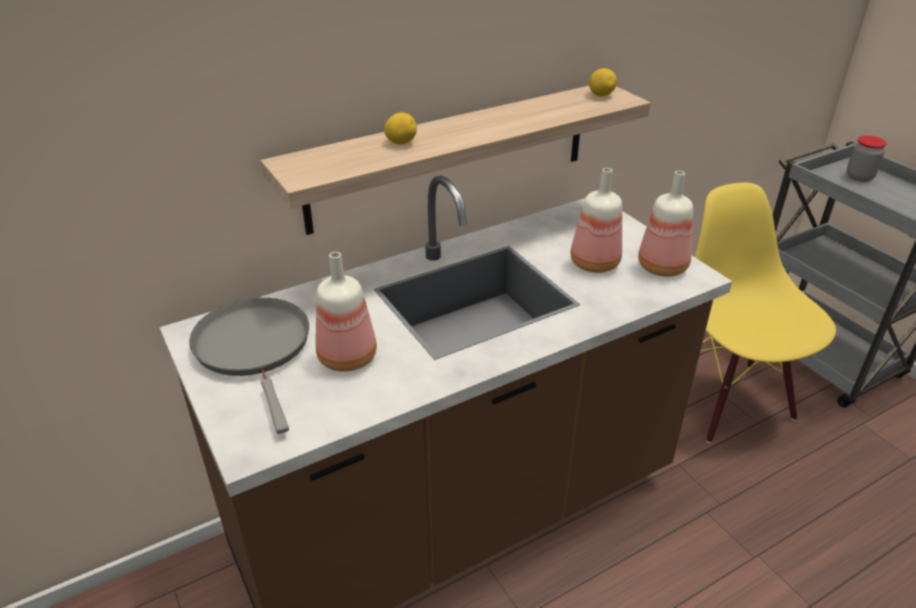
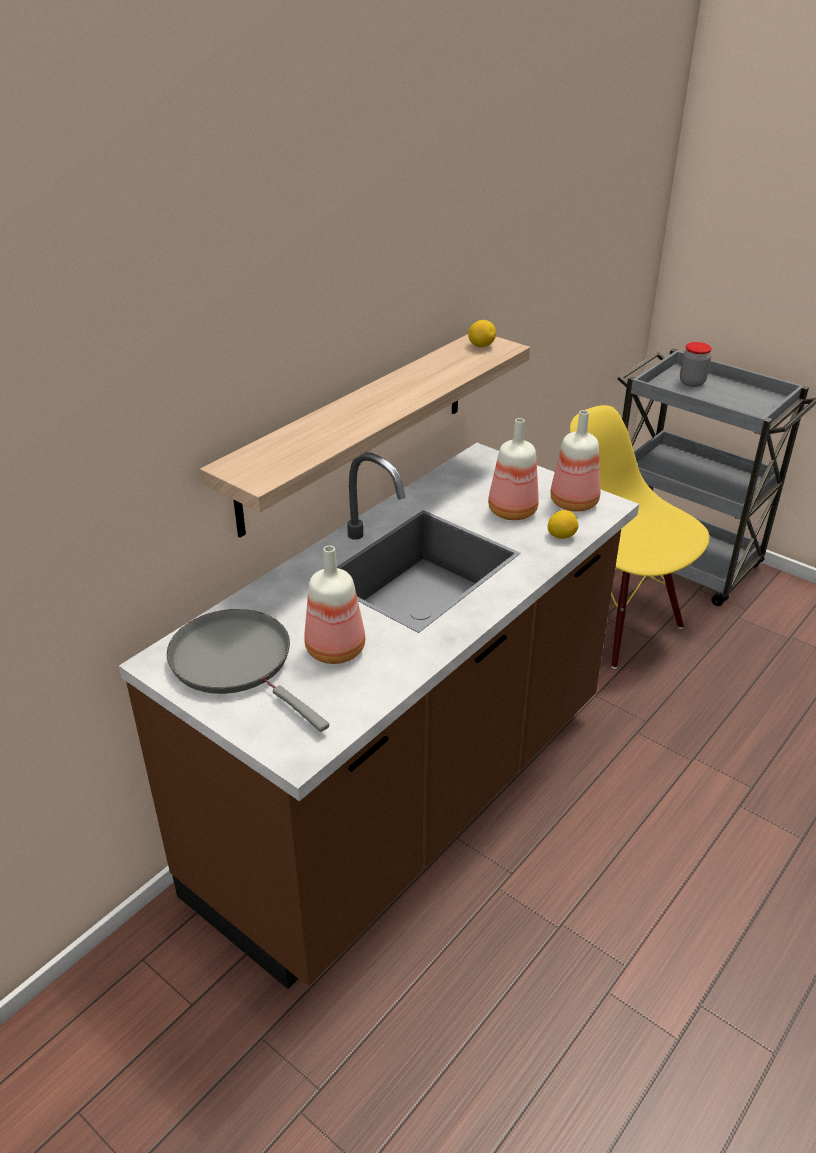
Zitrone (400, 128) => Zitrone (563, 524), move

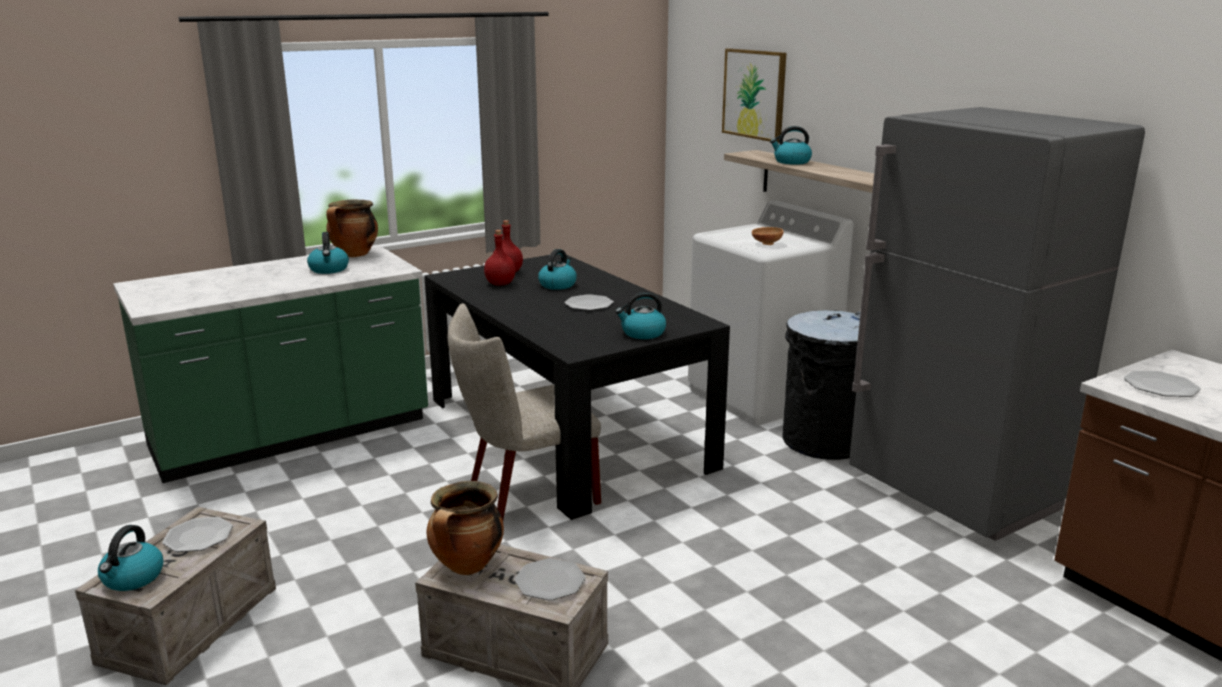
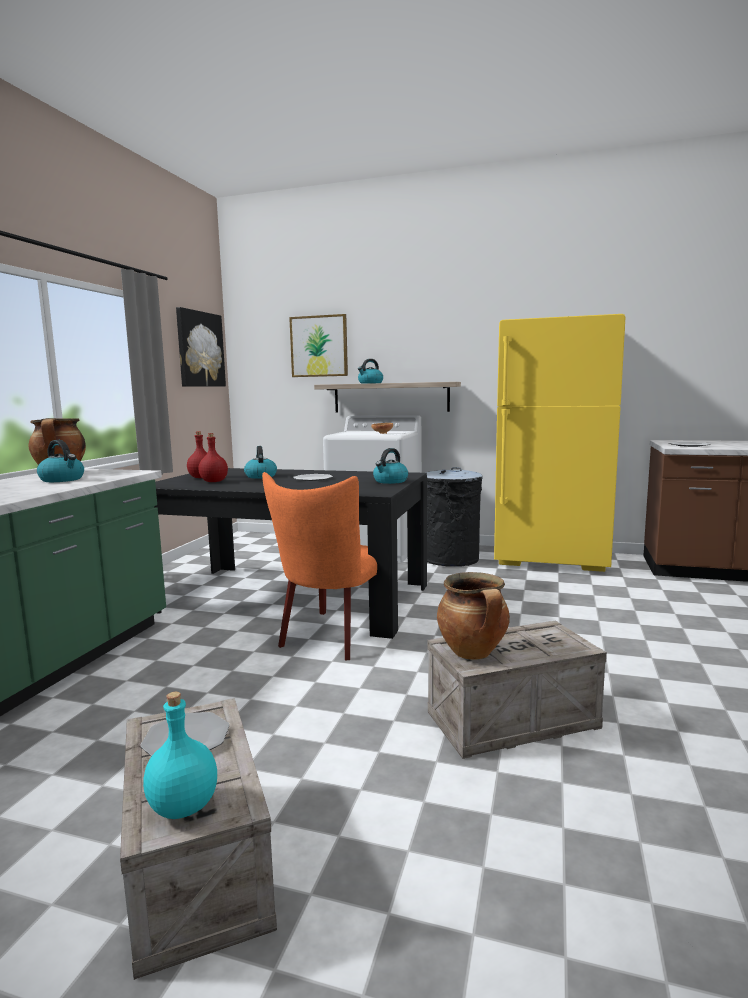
Teller (550, 579) => nothing
nothing => Bild (201, 347)
Wasserkessel (131, 558) => Flasche/türkis (180, 755)
Stuhl/beige (524, 411) => Stuhl/orange (319, 566)
Kühlschrank/grau (997, 324) => Kühlschrank/gelb (559, 443)

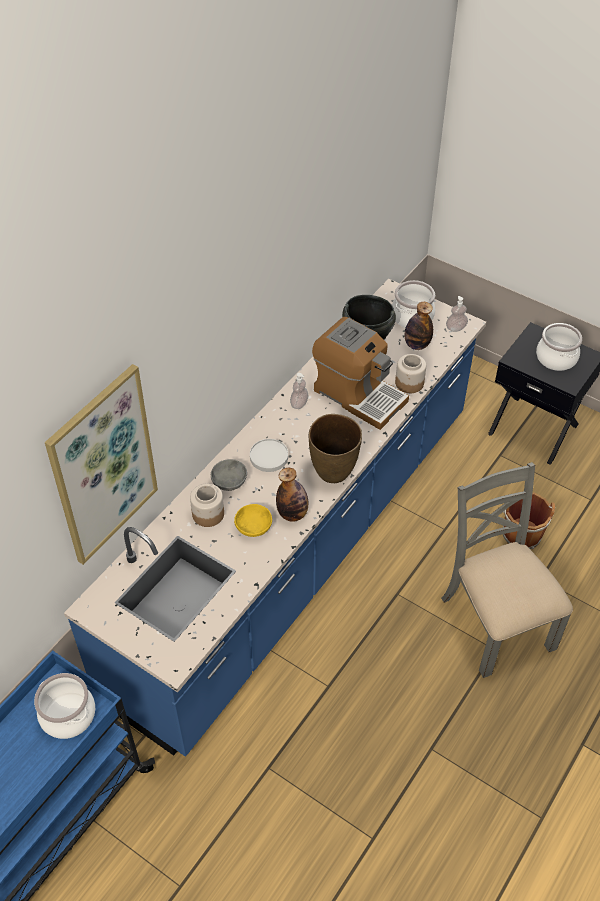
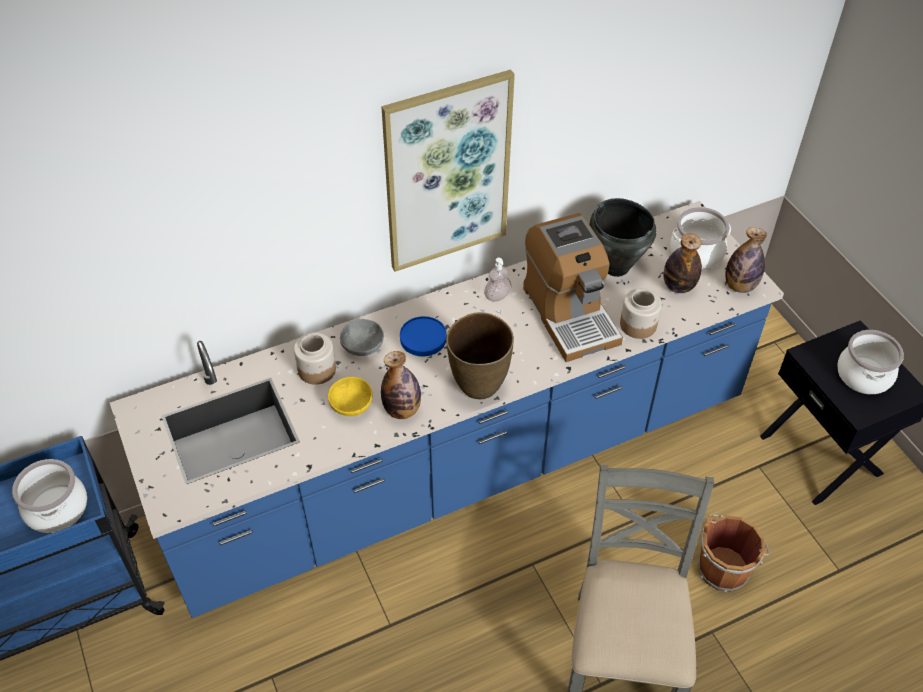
Bild (101, 464) => Bild (448, 171), move
Seifenspender (457, 314) => Flasche (746, 260)
Teller/weiß (269, 455) => Teller/blau (423, 336)

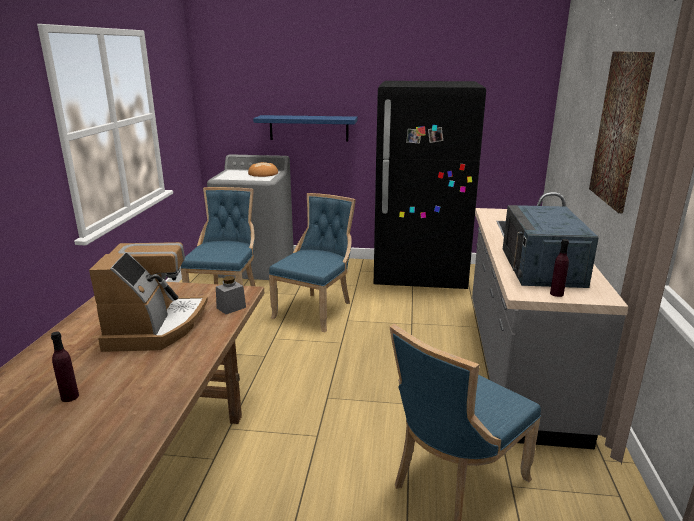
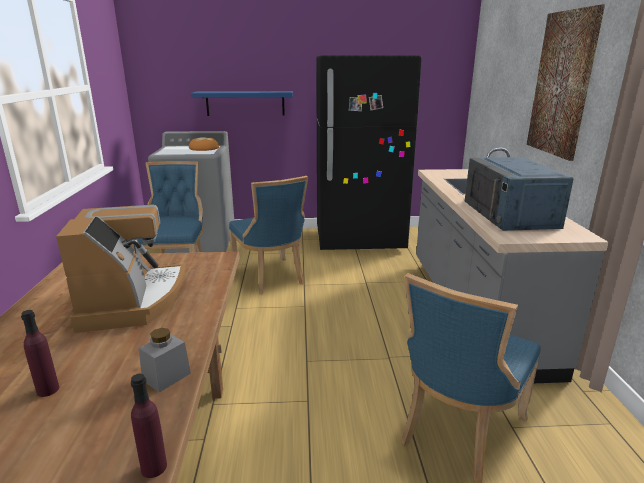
Vorratsglas/grau (231, 295) => Vorratsglas/grau (165, 360), move
Flasche/lila (559, 268) => Flasche/lila (149, 426), move
Stuhl/blau (312, 262) => Stuhl/blau (268, 235), 135 degrees clockwise

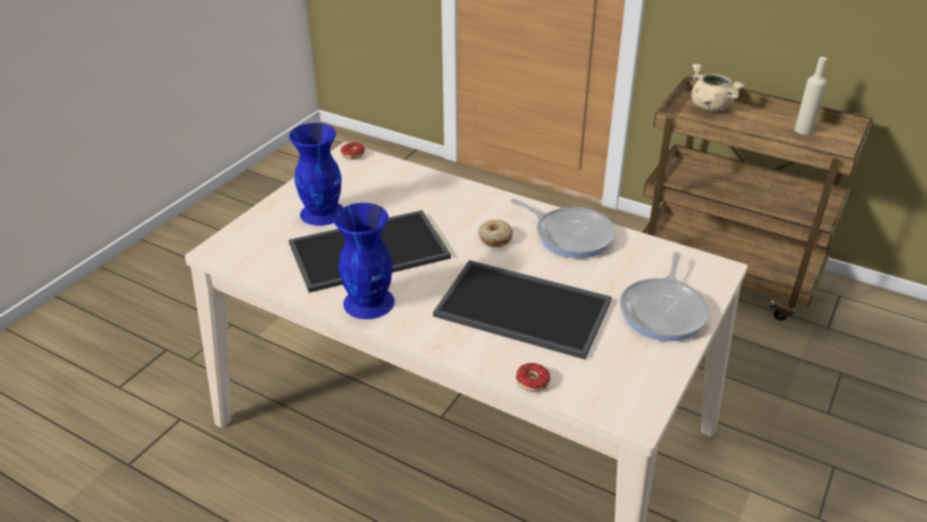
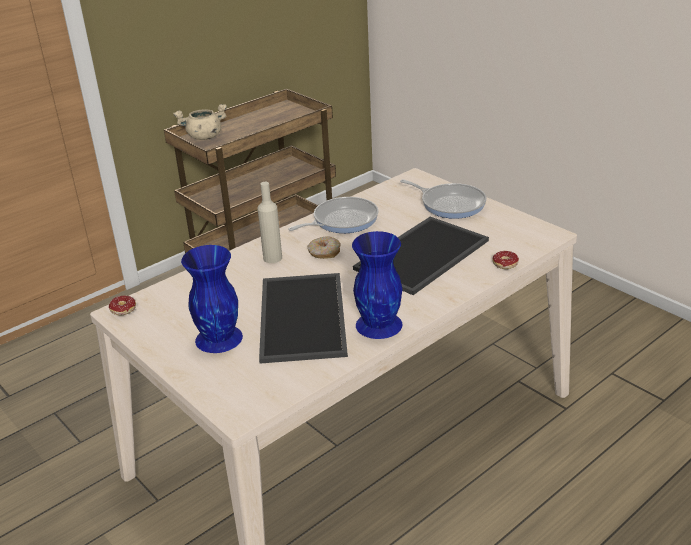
Flasche/beige (811, 96) => Flasche/beige (270, 222), move

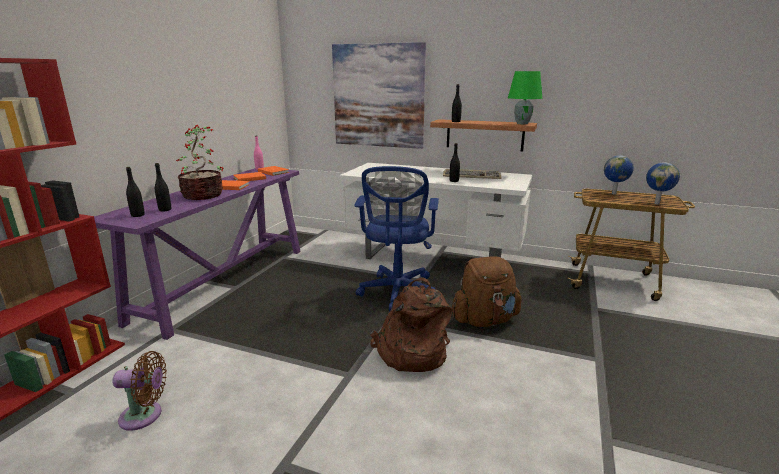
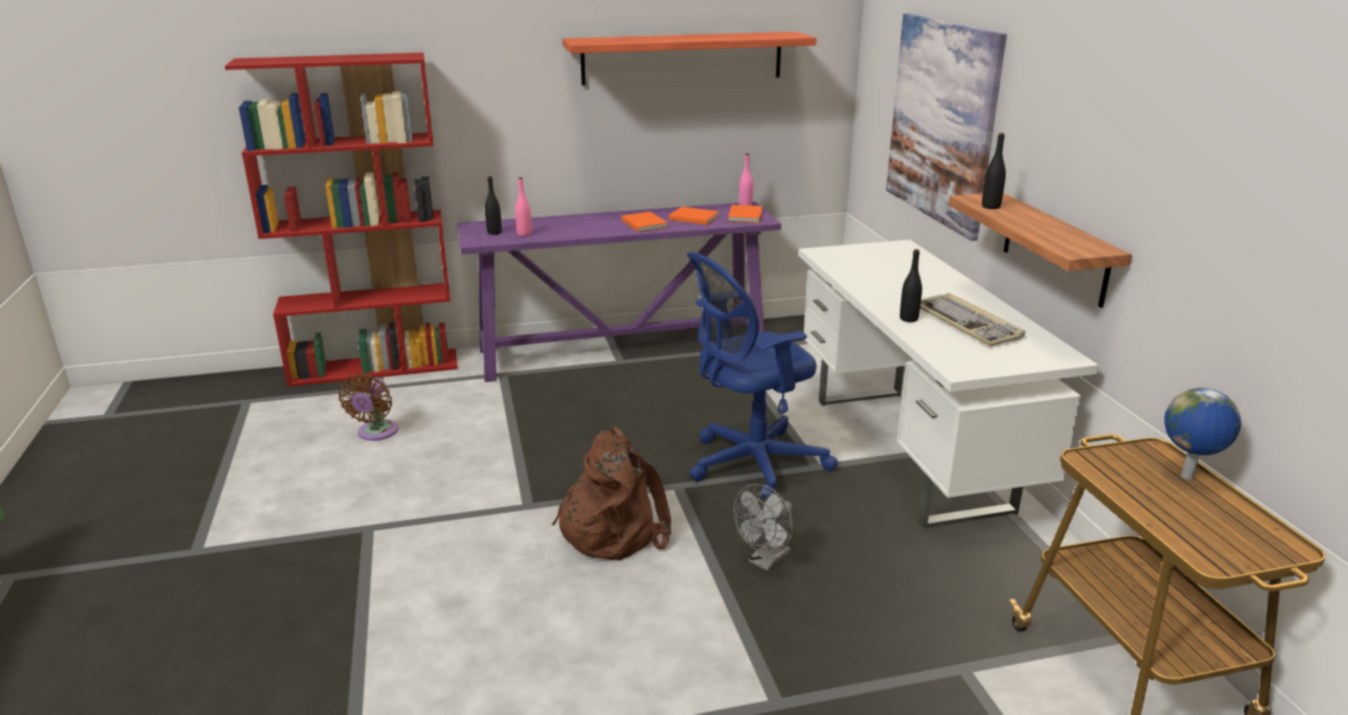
Topfpflanze (199, 162) => nothing
Tischlampe/grün (525, 97) => nothing
Globus (663, 183) => nothing
nothing => Wandregal (689, 59)
Rucksack/braun (486, 291) => Ventilator/grau (763, 527)
Flasche/schwarz (163, 187) => Flasche/rosa (523, 206)
Ventilator/braun (139, 391) => Ventilator/braun (368, 407), 45 degrees clockwise

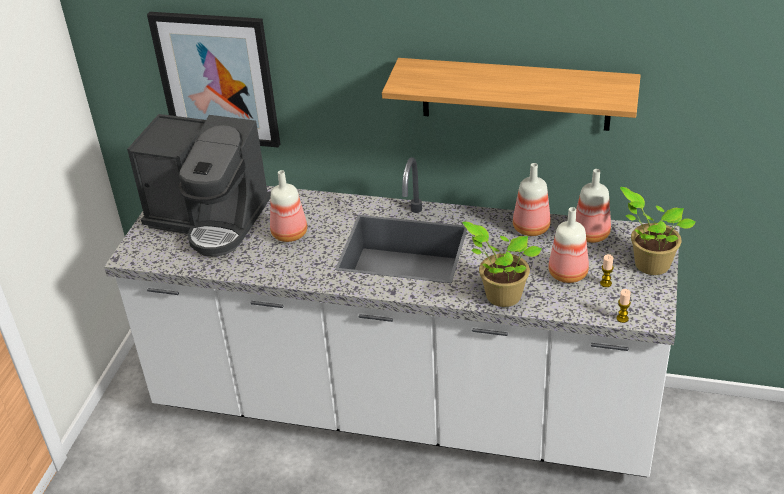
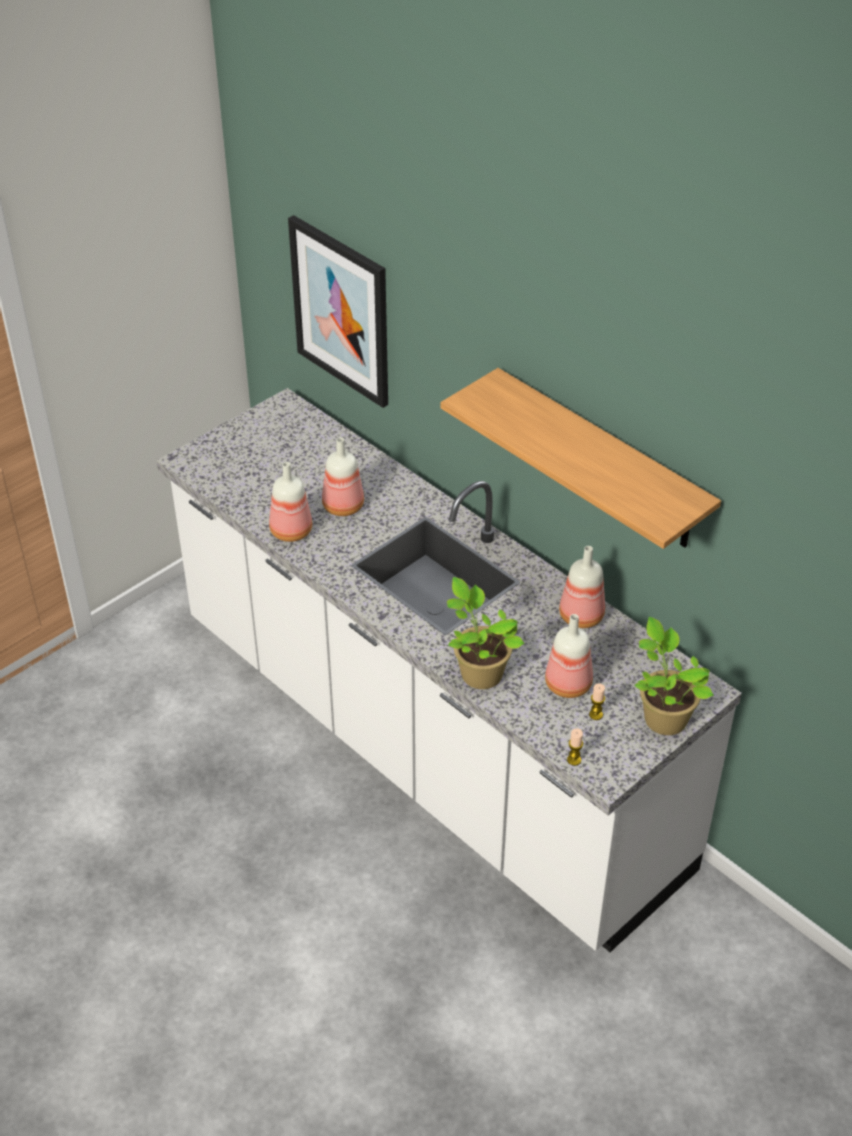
Kaffeemaschine (199, 185) => nothing
Flasche (593, 206) => Flasche (290, 502), move

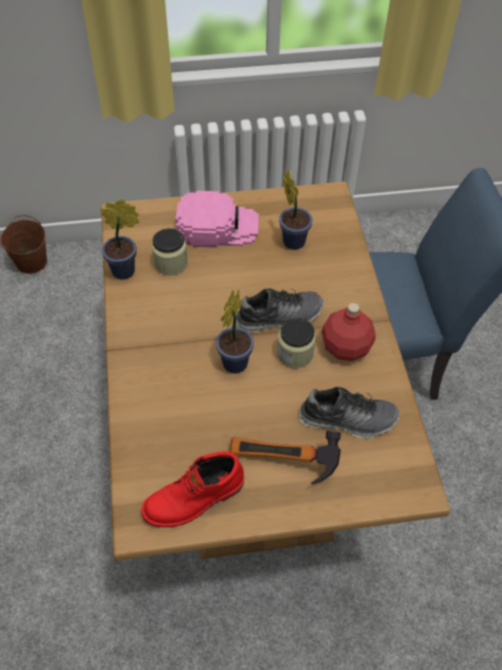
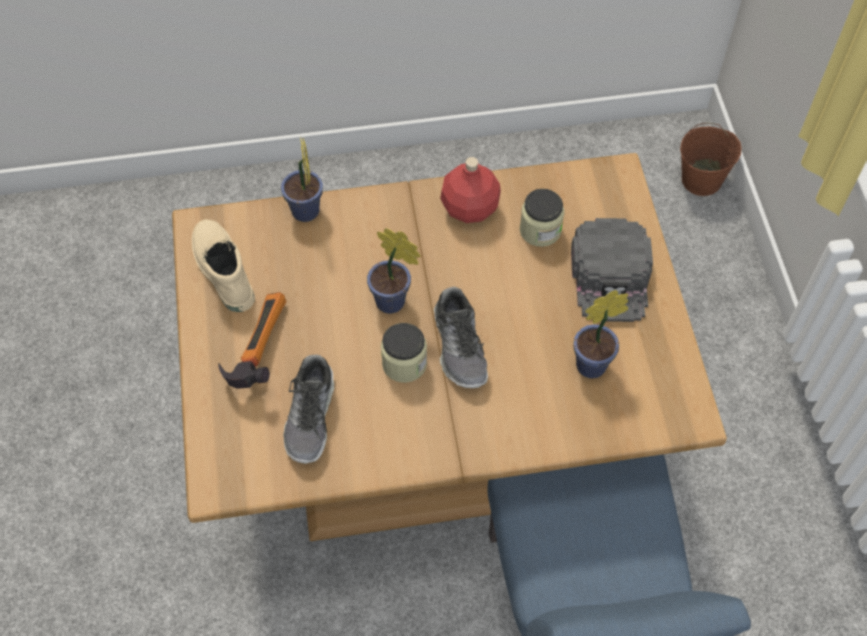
Topfpflanze (120, 239) => Topfpflanze (302, 179), move
Flasche/rot (348, 332) => Flasche/rot (470, 190), move
Stiefel/rot (192, 489) => Stiefel/beige (223, 265)
Kappe/rosa (217, 219) => Kappe/schwarz (612, 270)

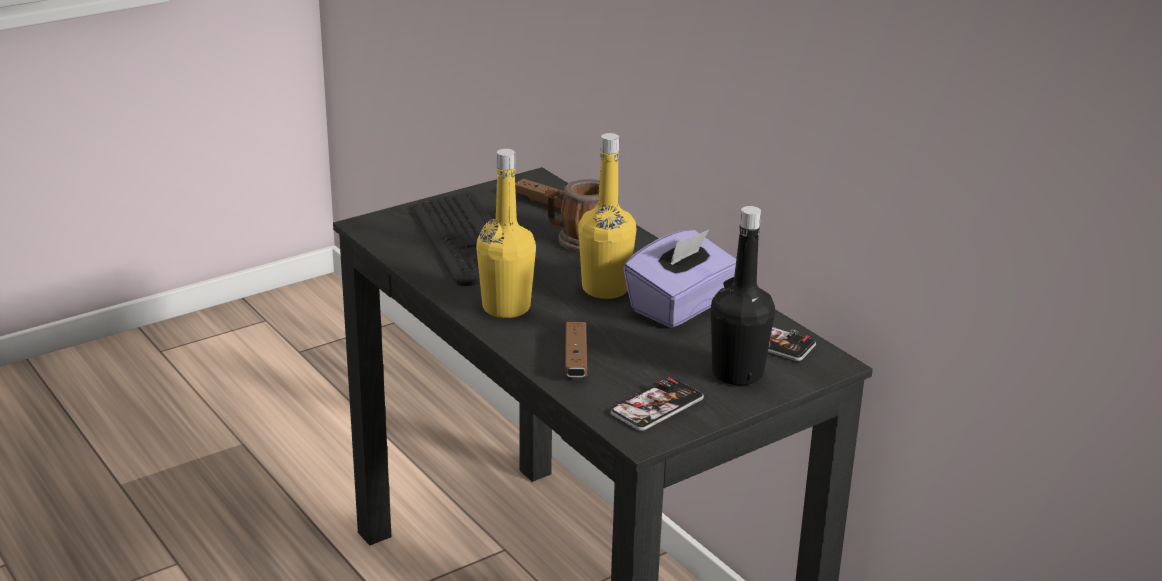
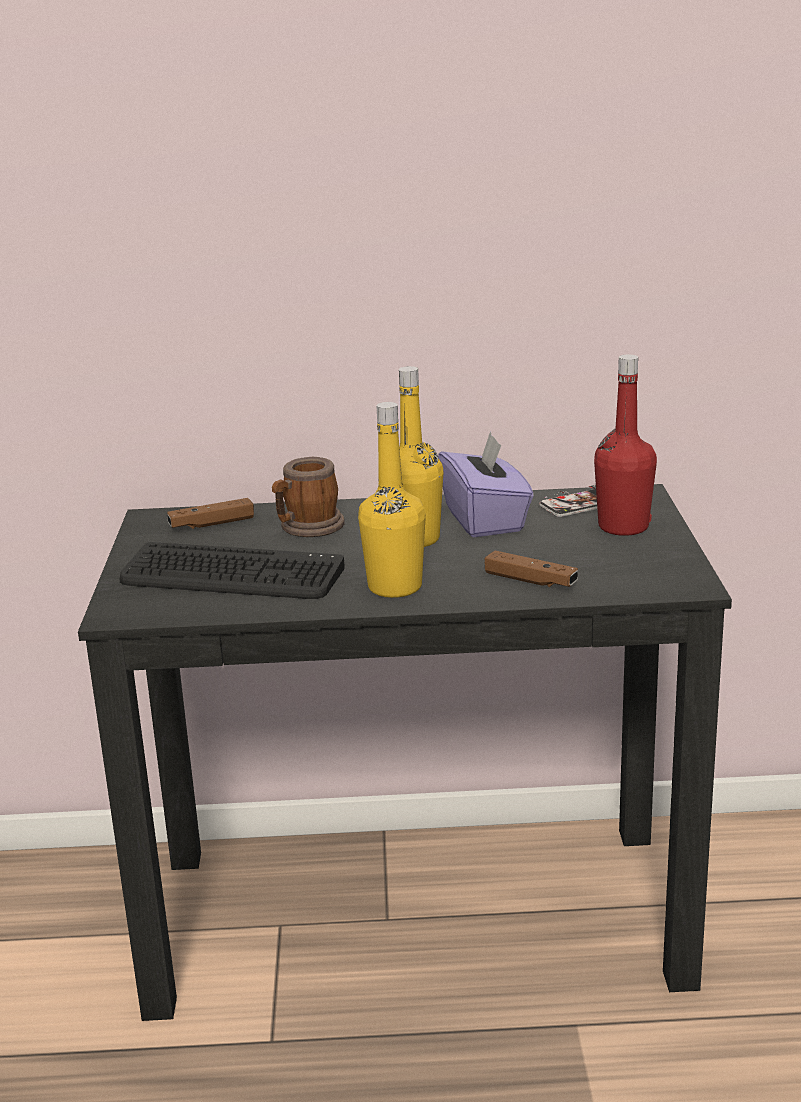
Handy (657, 404) => nothing
Flasche/schwarz (743, 296) => Flasche/rot (625, 445)

